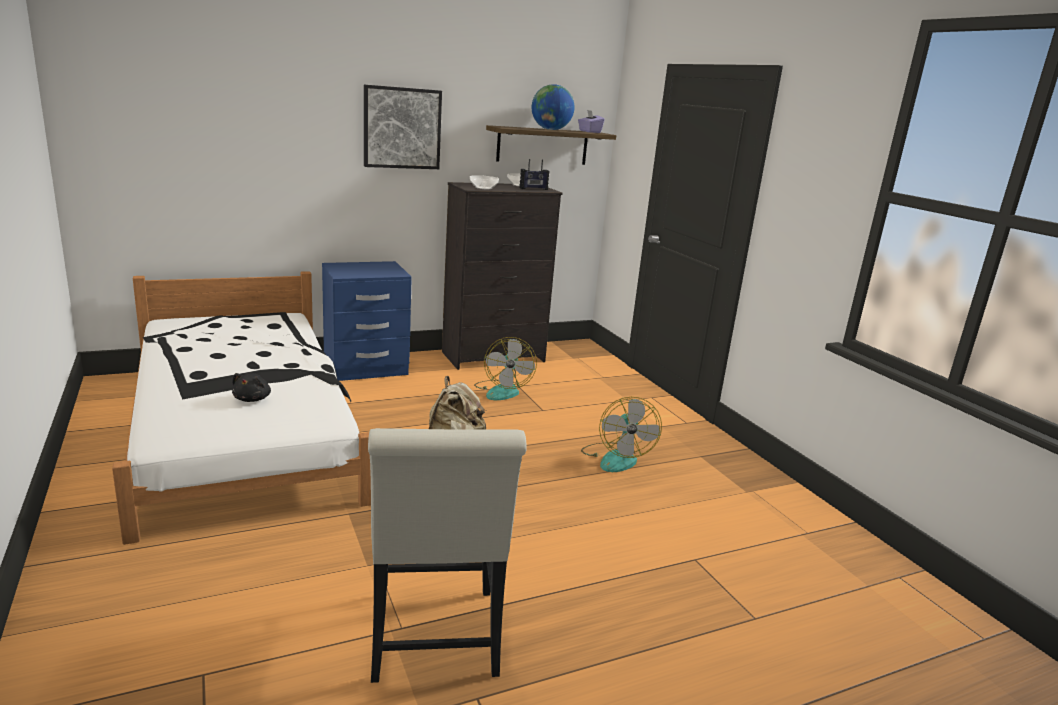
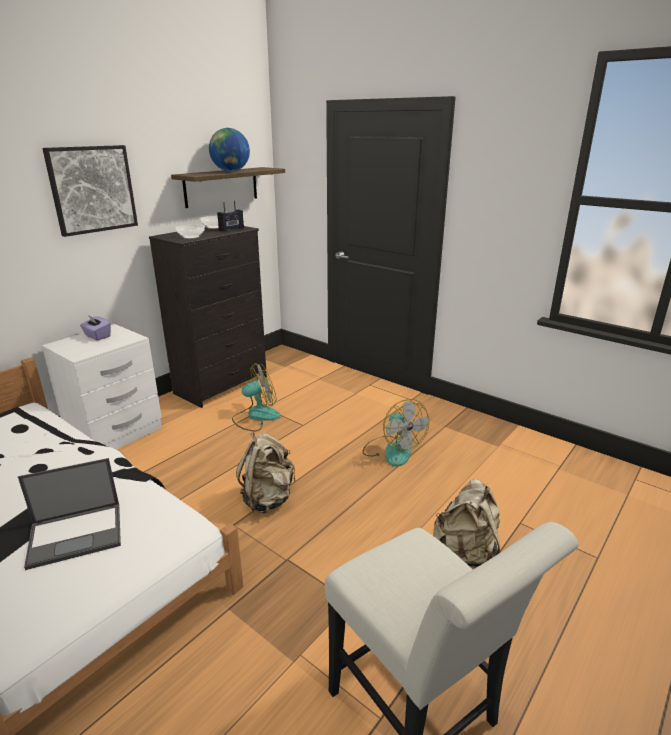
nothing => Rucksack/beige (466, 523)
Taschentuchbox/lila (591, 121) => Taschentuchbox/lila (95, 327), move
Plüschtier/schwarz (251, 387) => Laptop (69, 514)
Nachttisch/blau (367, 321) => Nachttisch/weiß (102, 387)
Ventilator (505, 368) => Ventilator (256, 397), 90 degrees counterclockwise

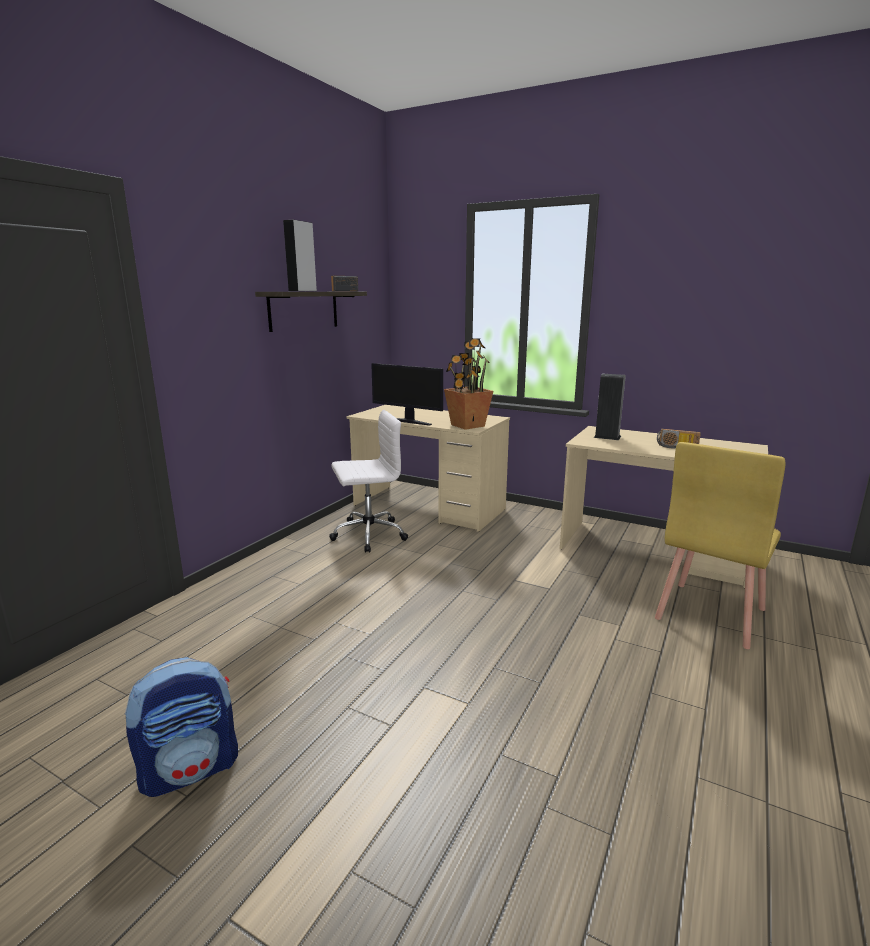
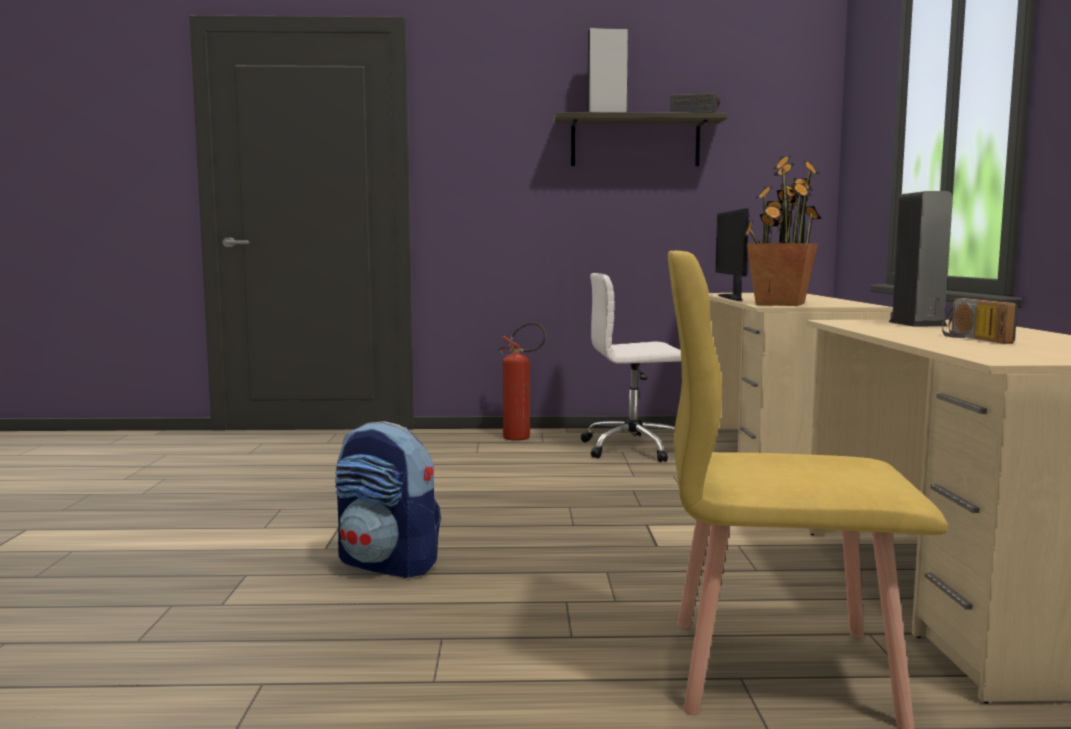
nothing => Feuerlöscher (522, 381)
Rucksack (181, 727) => Rucksack (388, 500), move
Bürostuhl/weiß (368, 481) => Bürostuhl/weiß (631, 367), 135 degrees clockwise

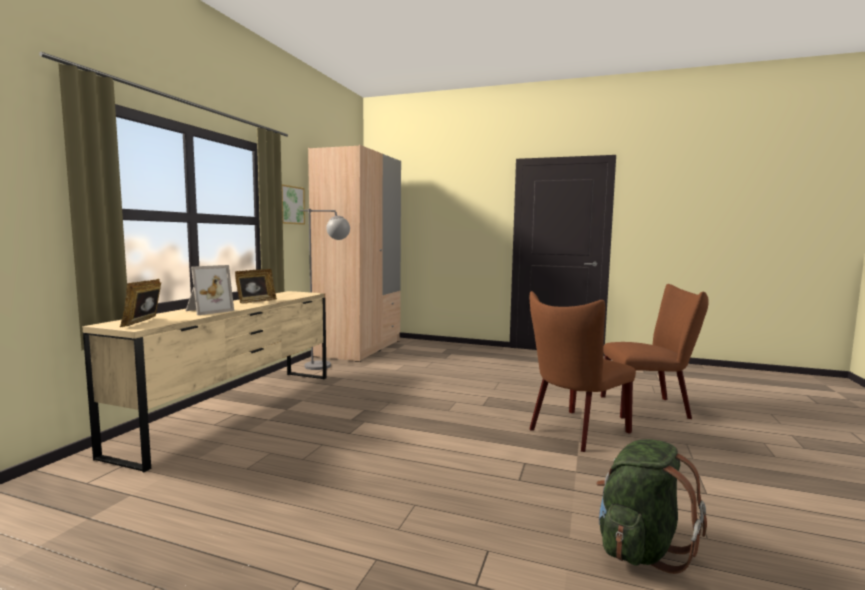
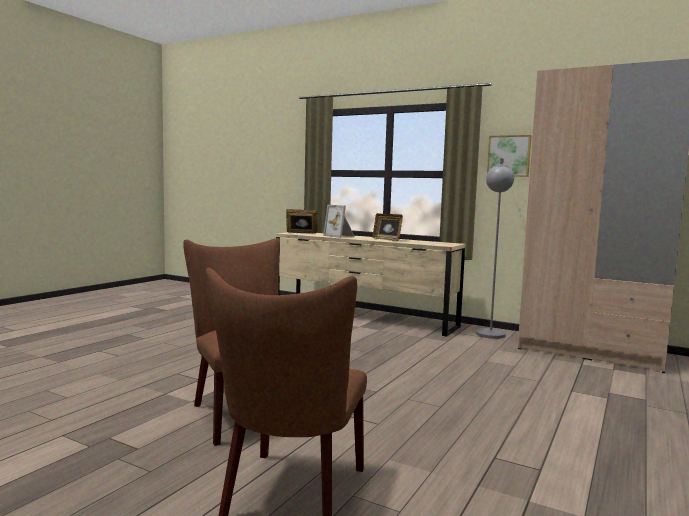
Rucksack/grün (651, 506) => nothing

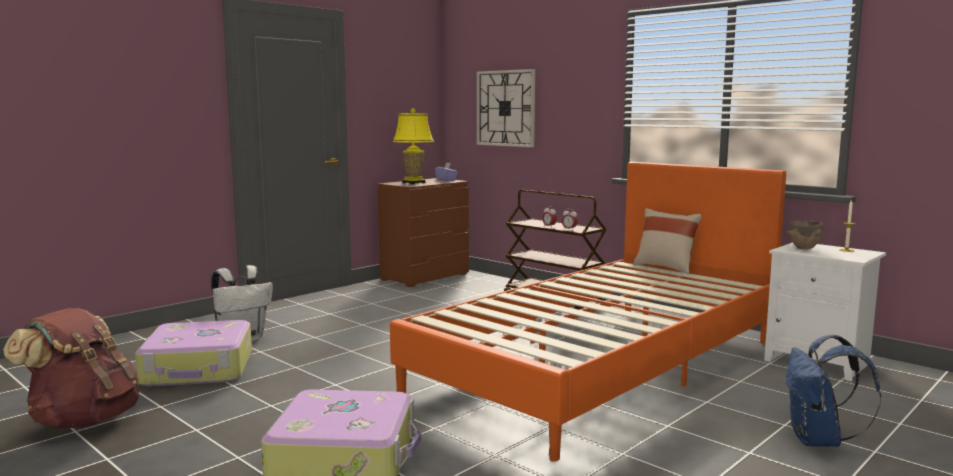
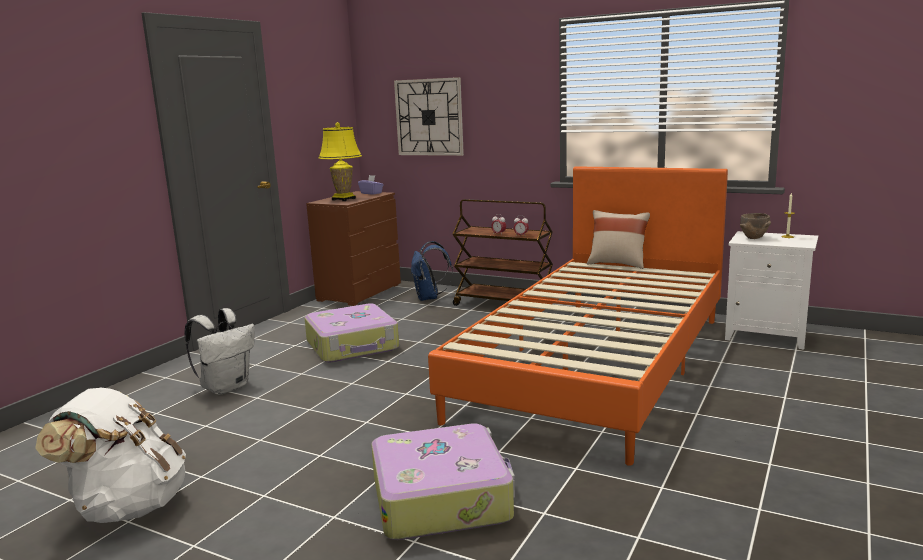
Koffer (193, 353) => Koffer (351, 333), move
Rucksack/blau (833, 391) => Rucksack/blau (432, 271), move
Rucksack/braun (71, 368) => Rucksack/weiß (110, 455)

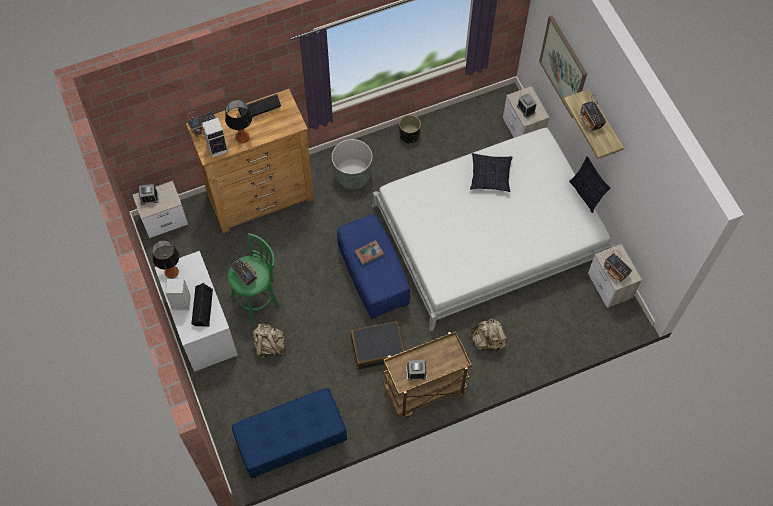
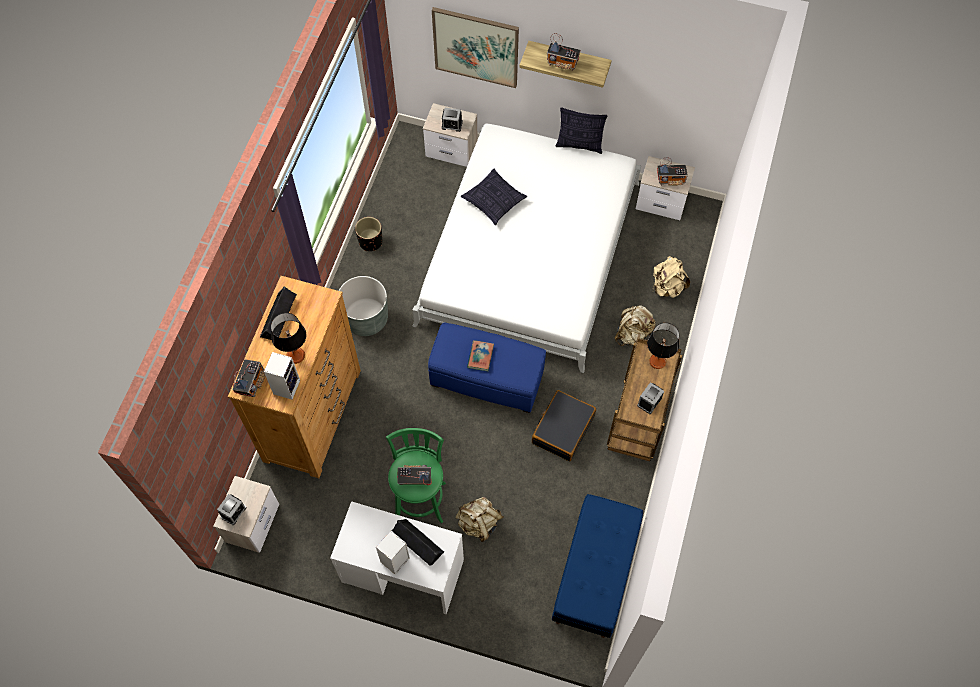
nothing => Rucksack/beige (671, 277)
Tischlampe (165, 259) => Tischlampe (663, 346), move

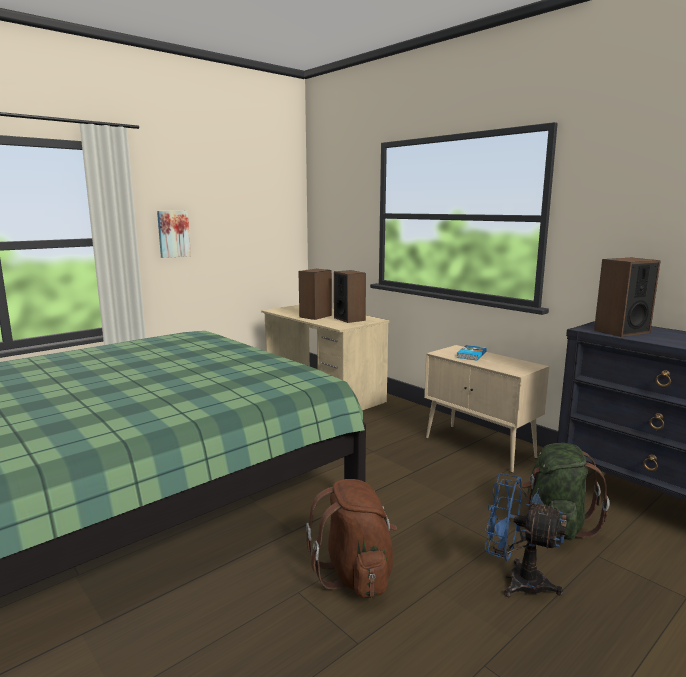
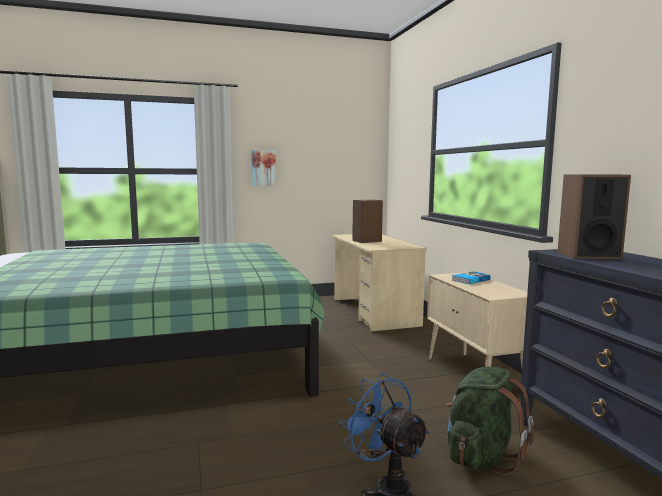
Rucksack/braun (351, 538) => nothing
Lautsprecher (350, 296) => nothing

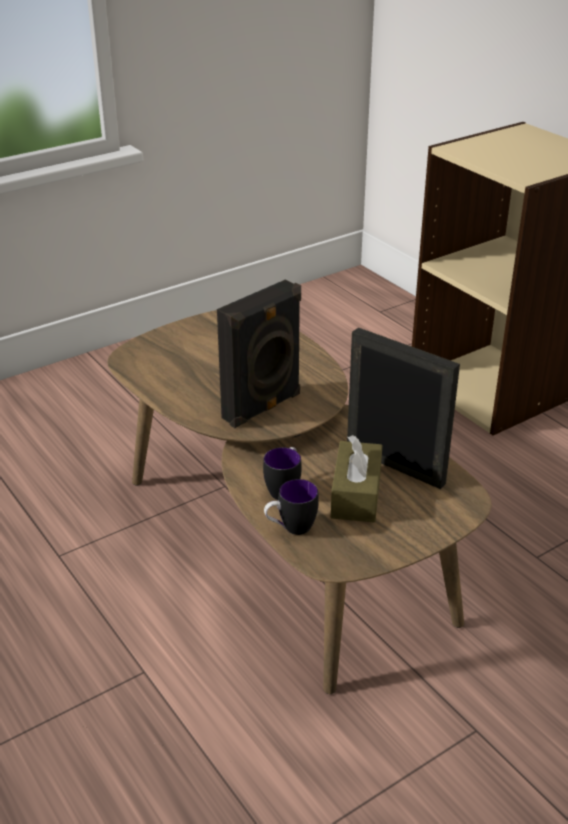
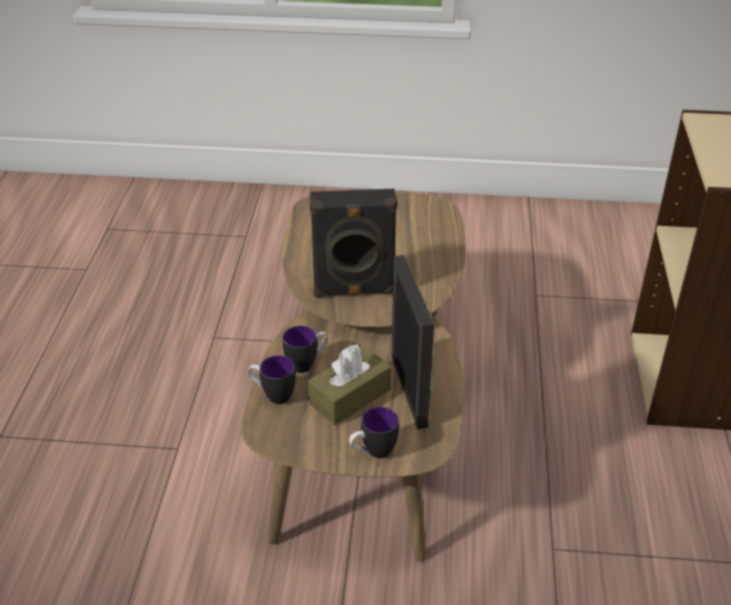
nothing => Henkelbecher (374, 432)

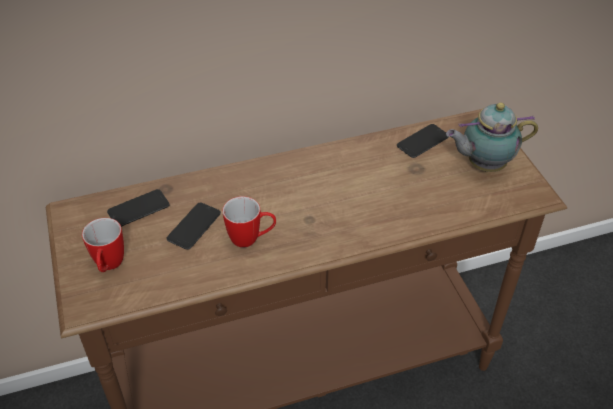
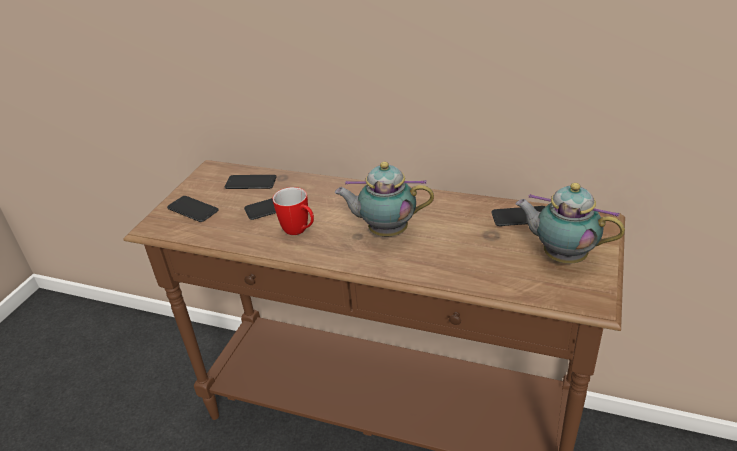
nothing => Teekanne (384, 199)
Henkelbecher (103, 245) => Handy (192, 209)

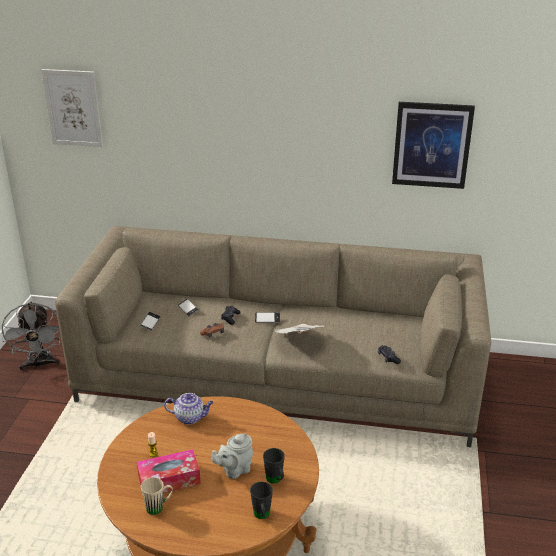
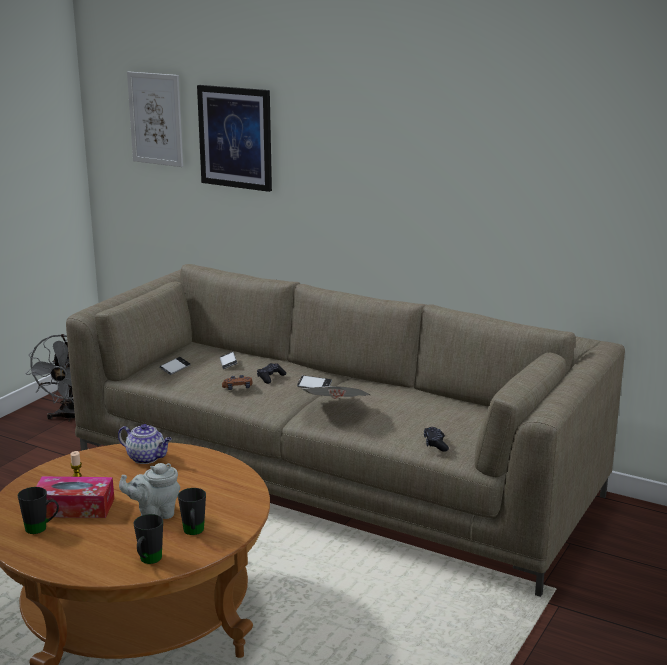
Bild (433, 145) => Bild (234, 138), move
Henkelbecher/beige (157, 496) => Henkelbecher/schwarz (38, 510)

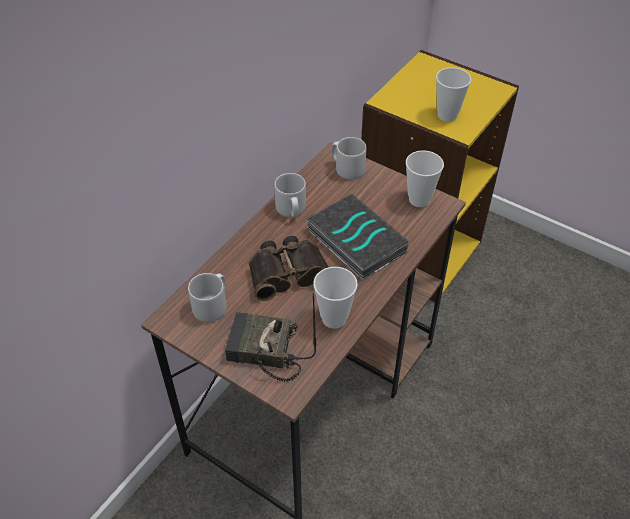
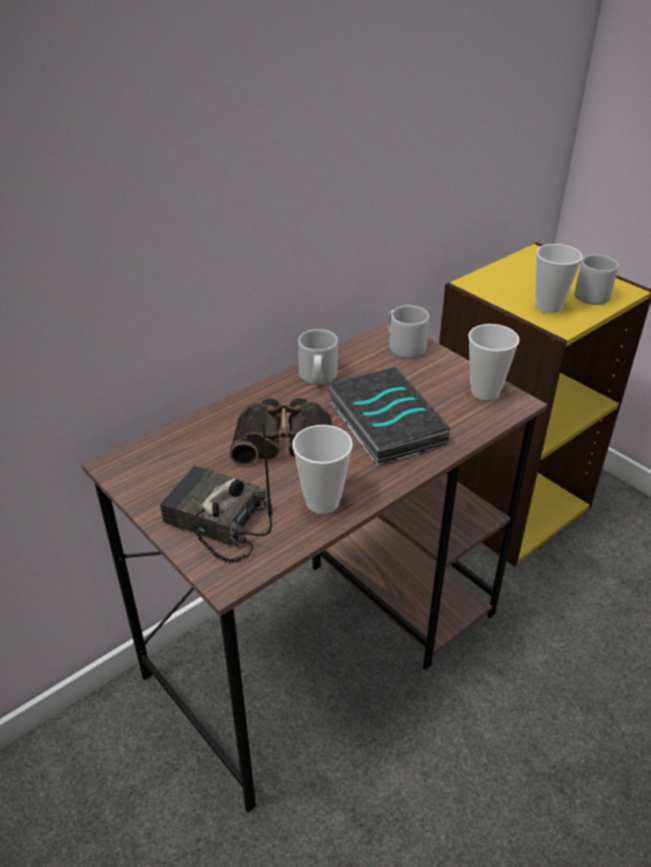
Henkelbecher/grau (207, 297) => Henkelbecher/grau (596, 280), move

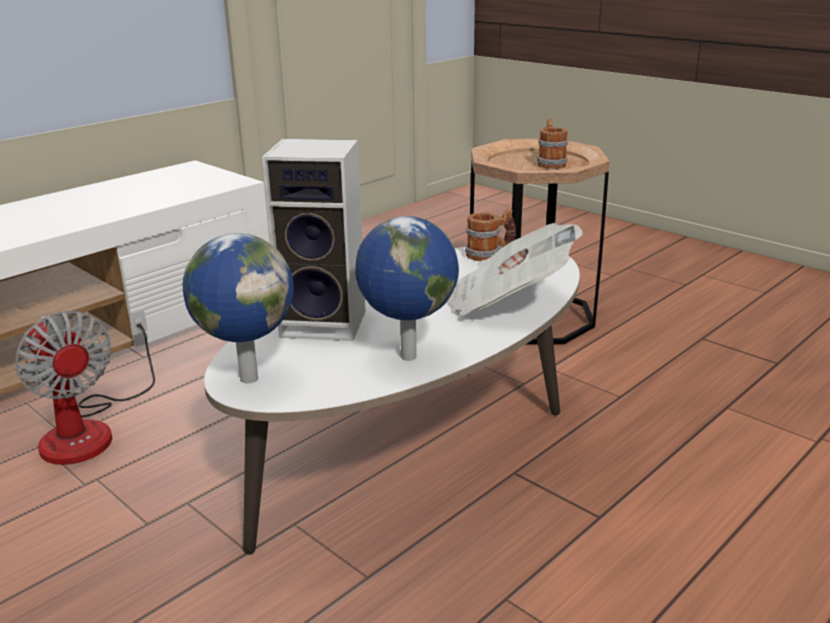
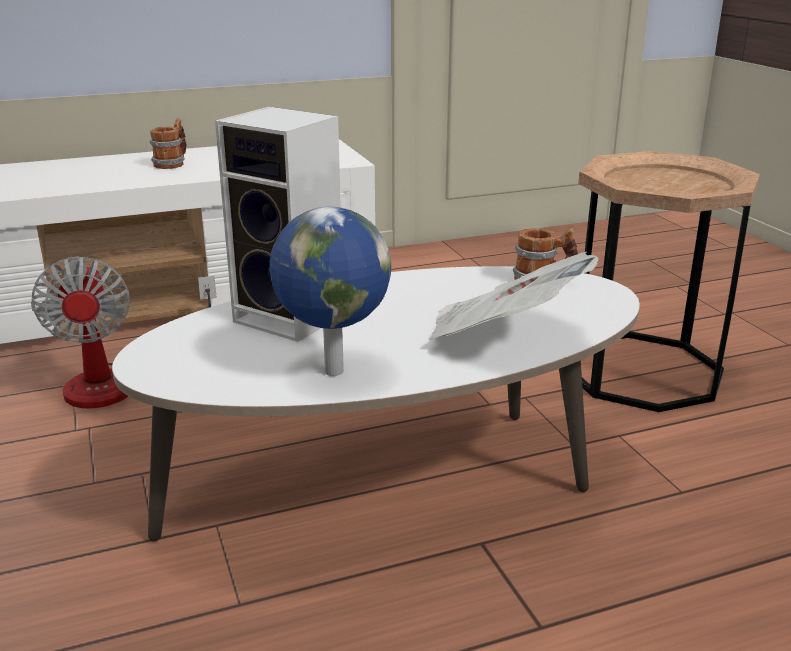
Globus (238, 308) => nothing
Henkelbecher (552, 143) => Henkelbecher (168, 143), move

